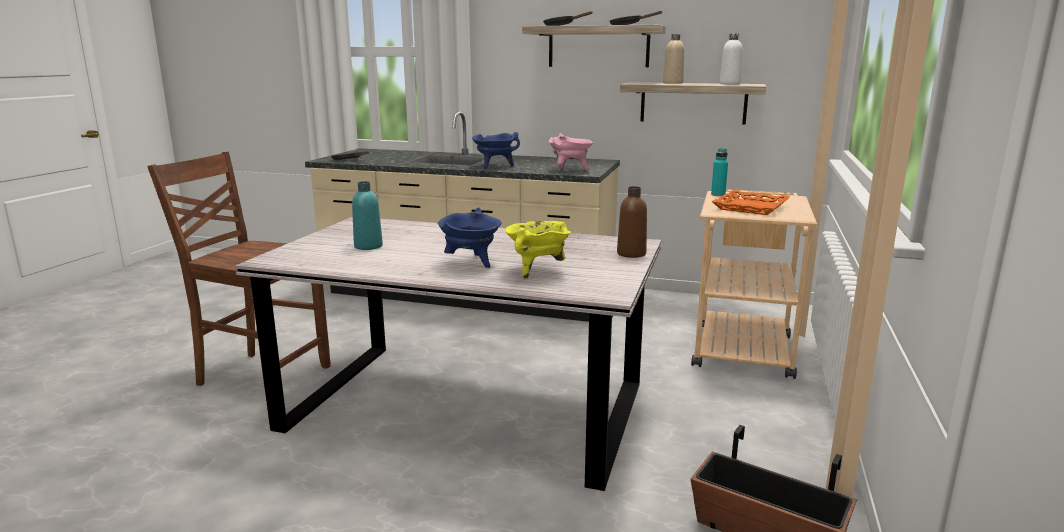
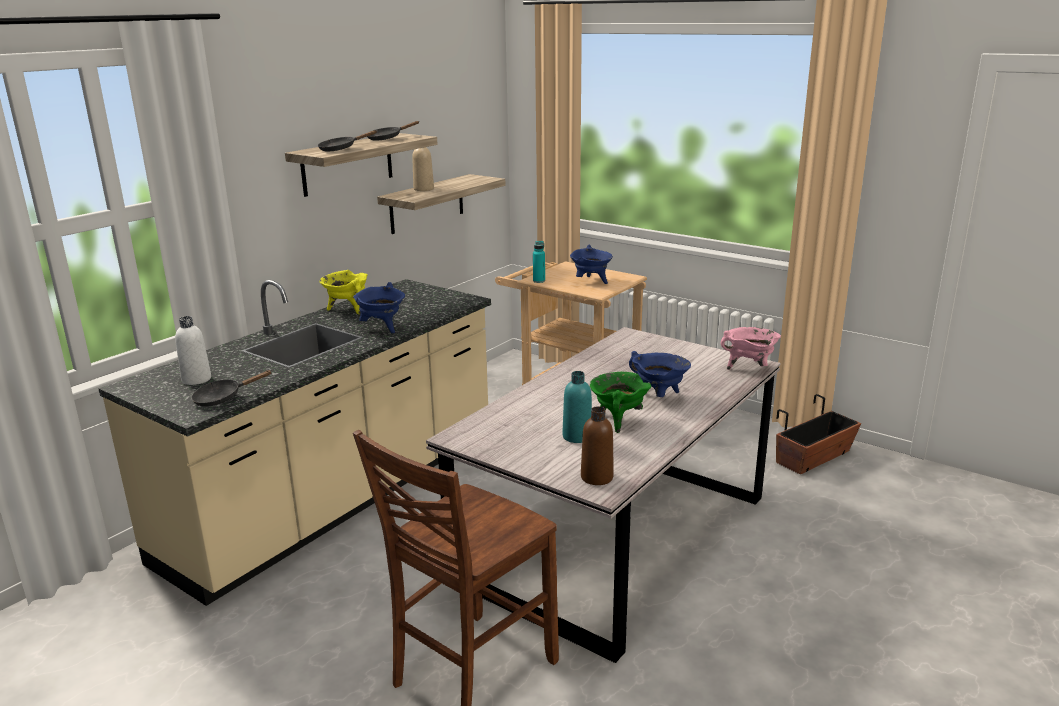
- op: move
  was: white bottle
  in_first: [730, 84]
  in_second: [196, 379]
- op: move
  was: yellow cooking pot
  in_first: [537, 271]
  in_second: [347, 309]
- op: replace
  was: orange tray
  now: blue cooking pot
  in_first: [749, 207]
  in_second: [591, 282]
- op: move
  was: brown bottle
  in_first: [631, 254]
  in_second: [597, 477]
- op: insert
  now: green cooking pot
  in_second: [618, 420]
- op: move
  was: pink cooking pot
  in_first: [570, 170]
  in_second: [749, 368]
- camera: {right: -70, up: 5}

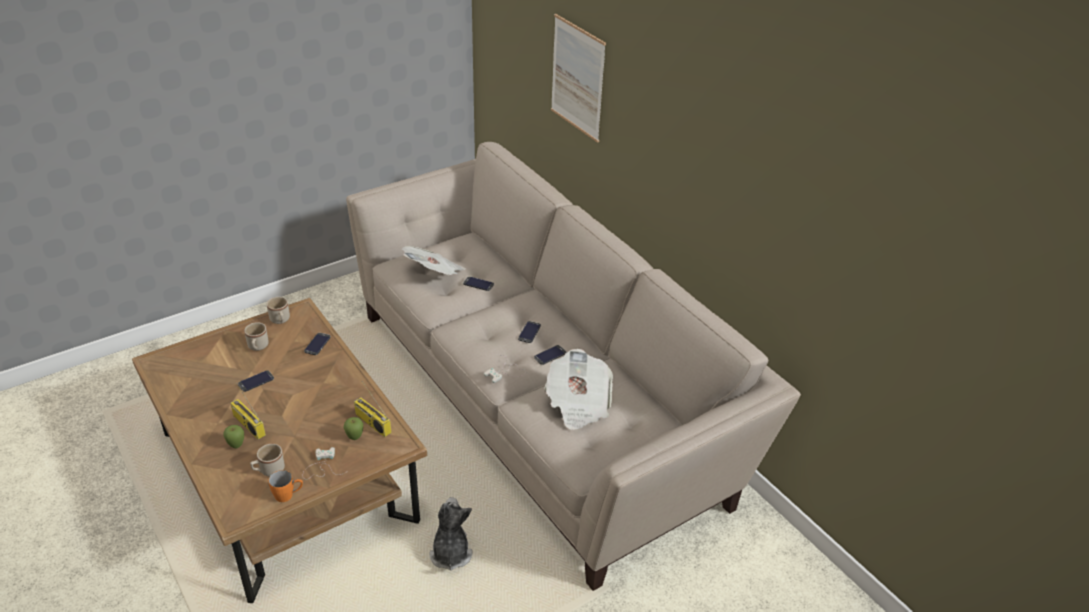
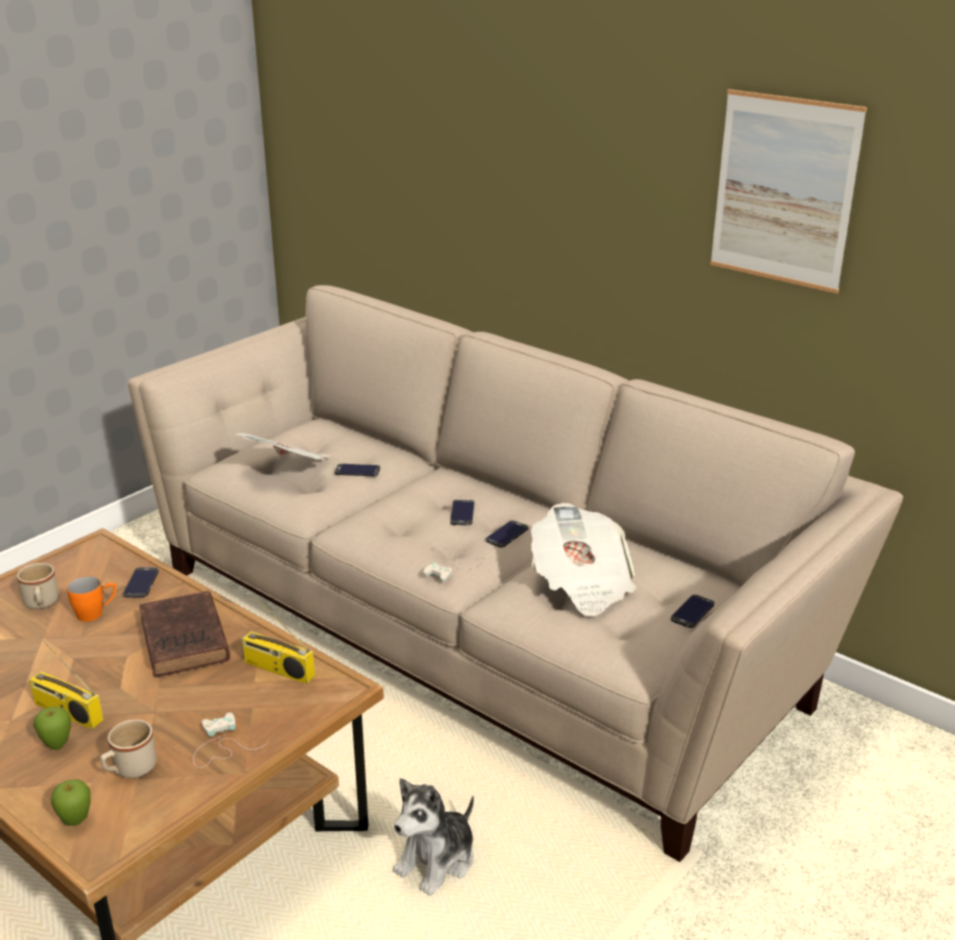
- op: move
  was: apple
  in_first: [355, 438]
  in_second: [76, 822]
- op: move
  was: orange mug
  in_first: [288, 495]
  in_second: [96, 613]
- op: insert
  now: brown book
  in_second: [185, 641]
- op: rotate
  was: plush toy
  in_first: [450, 553]
  in_second: [437, 861]
  clockwise: -120
- op: move
  was: phone
  in_first: [256, 381]
  in_second: [692, 611]
- op: move
  was: picture
  in_first: [577, 78]
  in_second: [783, 191]
- op: delete
  was: beige mug
  in_first: [280, 320]
- camera: {right: -15, up: -10}

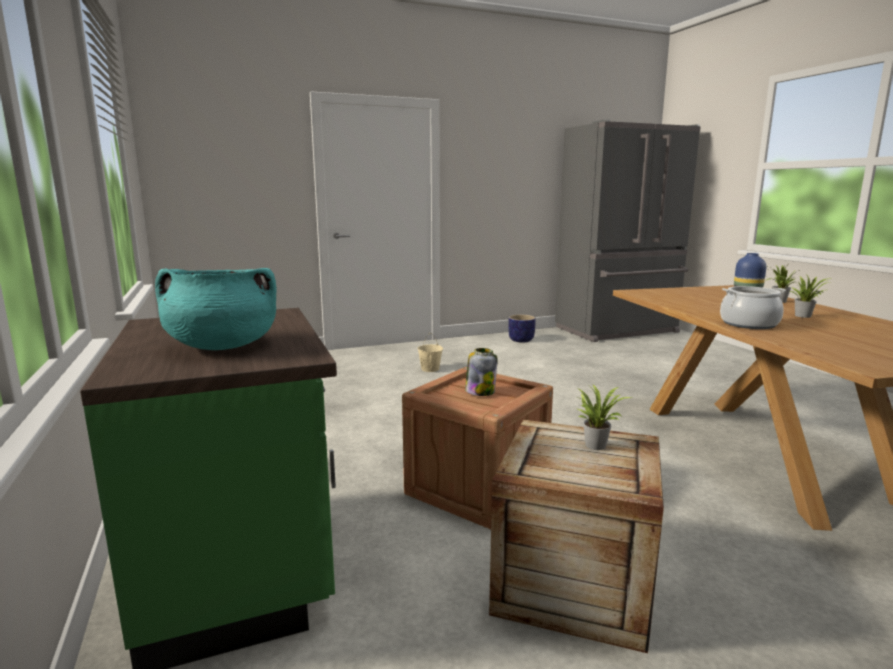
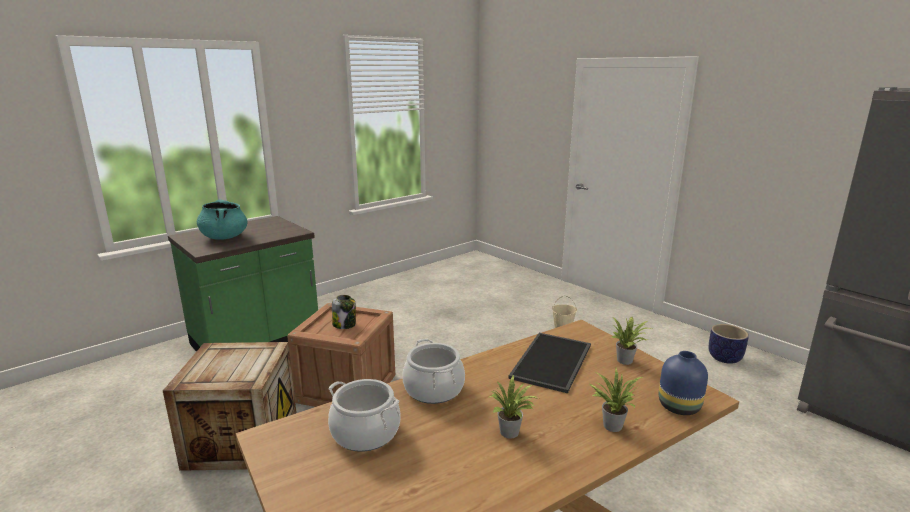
- op: insert
  now: cooking pot
  in_second: [365, 433]
- op: insert
  now: tray
  in_second: [553, 362]
- op: move
  was: potted plant
  in_first: [595, 444]
  in_second: [626, 360]
- camera: {right: 70, up: 5}

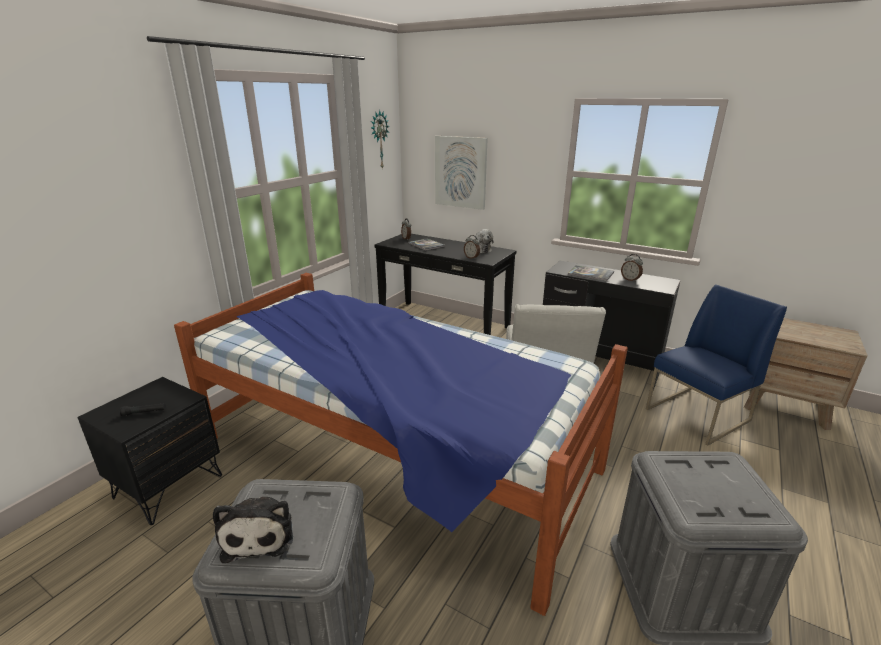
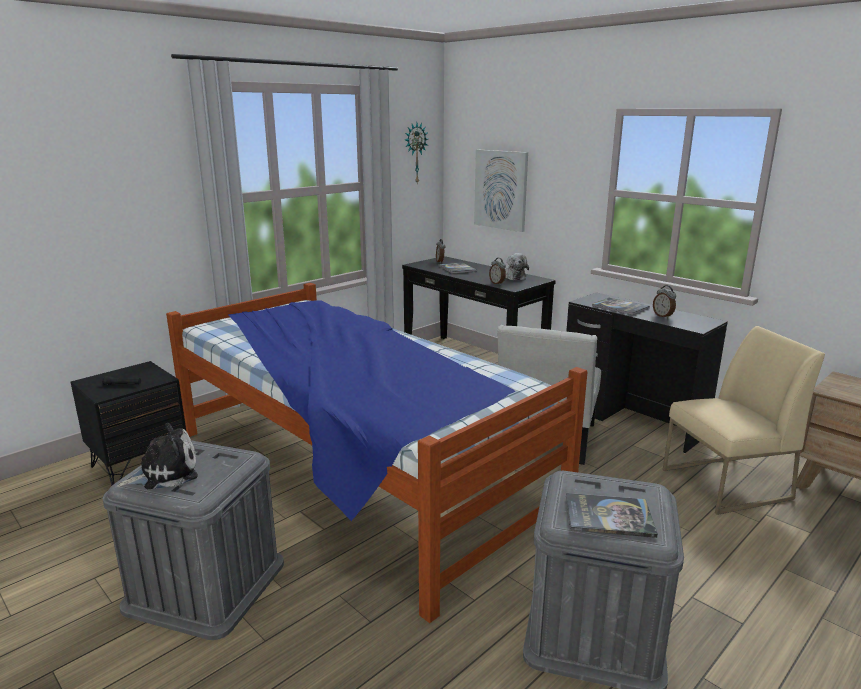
- op: rotate
  was: plush toy
  in_first: [259, 533]
  in_second: [165, 473]
  clockwise: -120
- op: insert
  now: book
  in_second: [609, 516]
- op: recolor
  was: blue chair
  now: beige chair
  in_first: [697, 415]
  in_second: [725, 484]
- camera: {right: 15, up: -5}

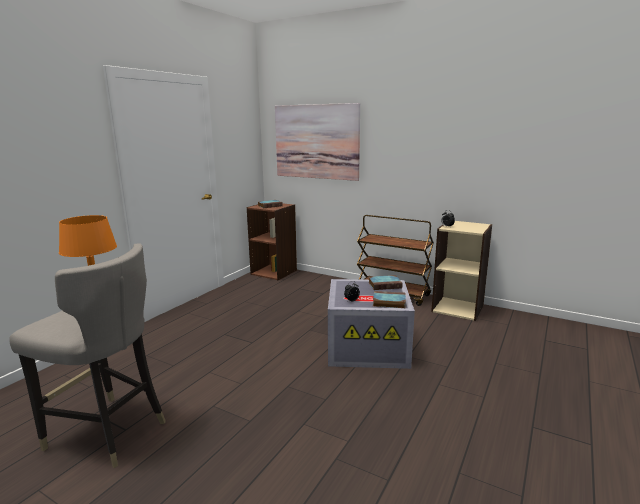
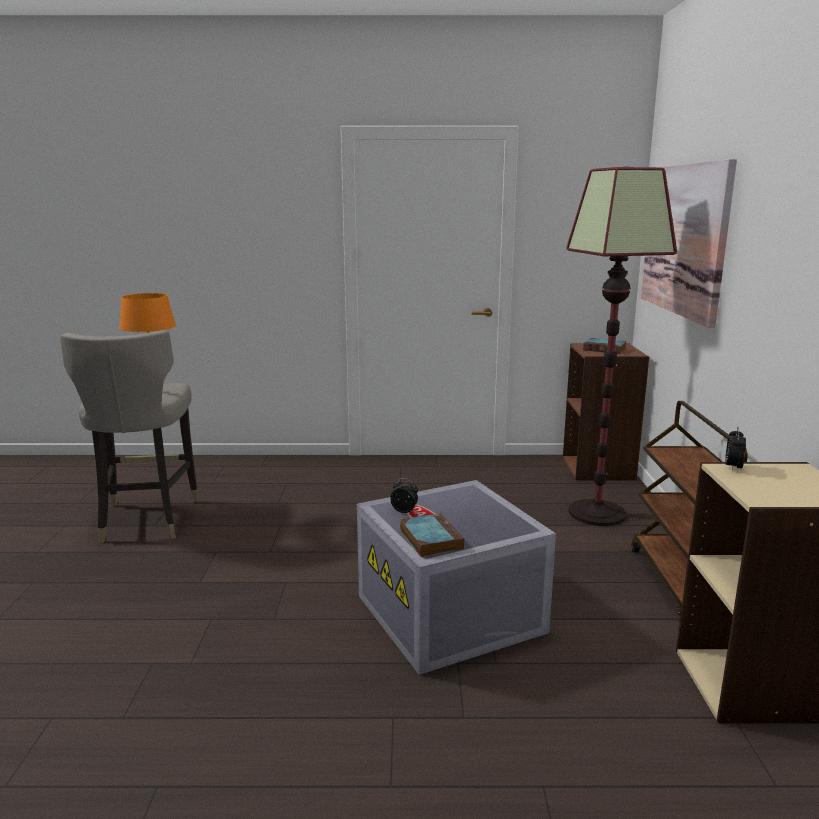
- op: insert
  now: floor lamp
  in_second: [597, 513]
- op: delete
  was: book
  in_first: [385, 285]
- camera: {right: 60, up: 0}

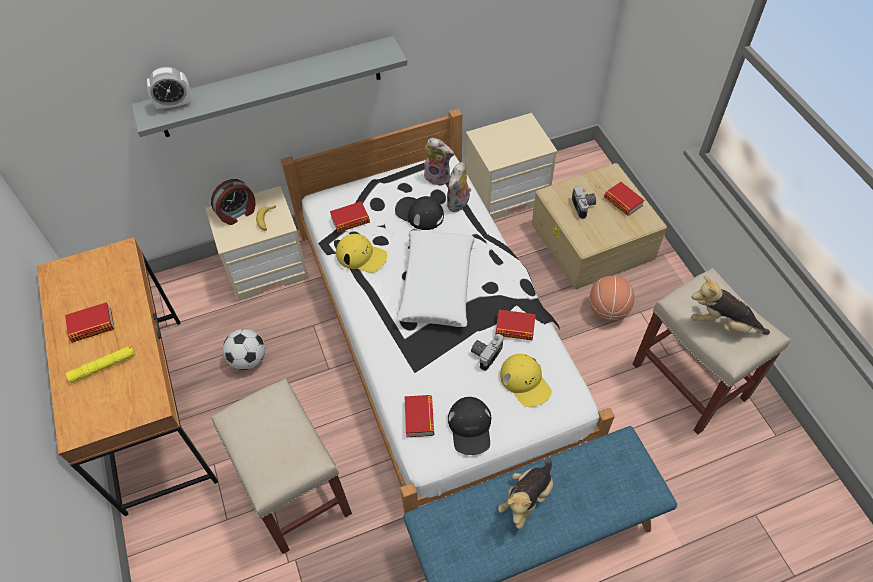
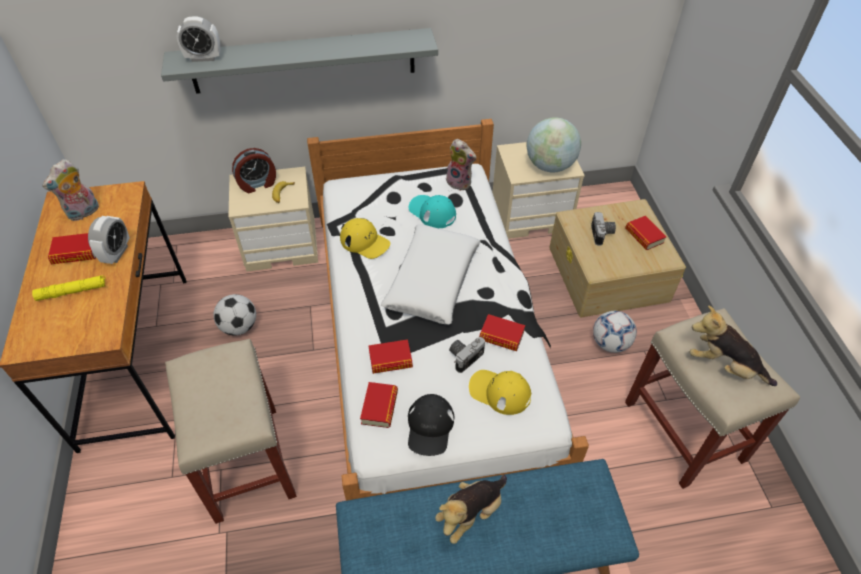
- op: move
  was: plush toy
  in_first: [459, 204]
  in_second: [83, 213]
- op: insert
  now: alarm clock
  in_second: [117, 253]
- op: move
  was: book
  in_first: [350, 220]
  in_second: [390, 360]
- op: recolor
  was: black cap
  now: turquoise cap
  in_first: [419, 213]
  in_second: [432, 212]
- op: rotate
  was: yellow cap
  in_first: [525, 382]
  in_second: [499, 392]
  clockwise: 135
- op: insert
  now: globe
  in_second: [550, 166]
- op: replace
  was: basketball
  now: football
  in_first: [608, 310]
  in_second: [610, 343]
- camera: {right: 10, up: -5}

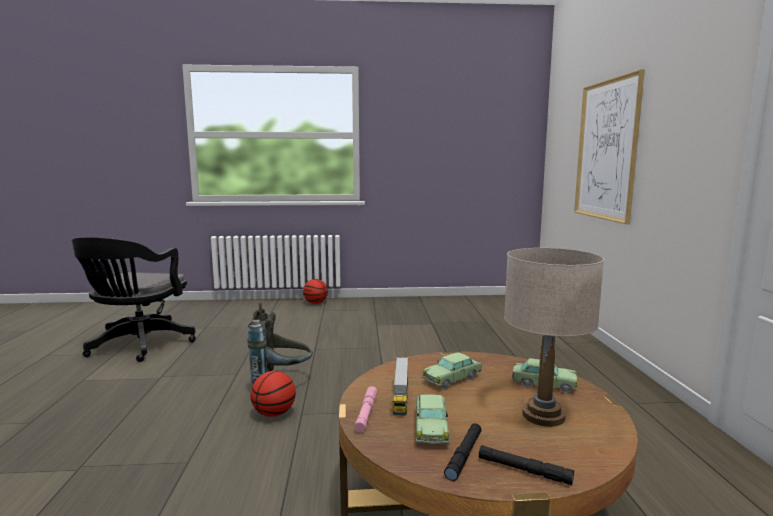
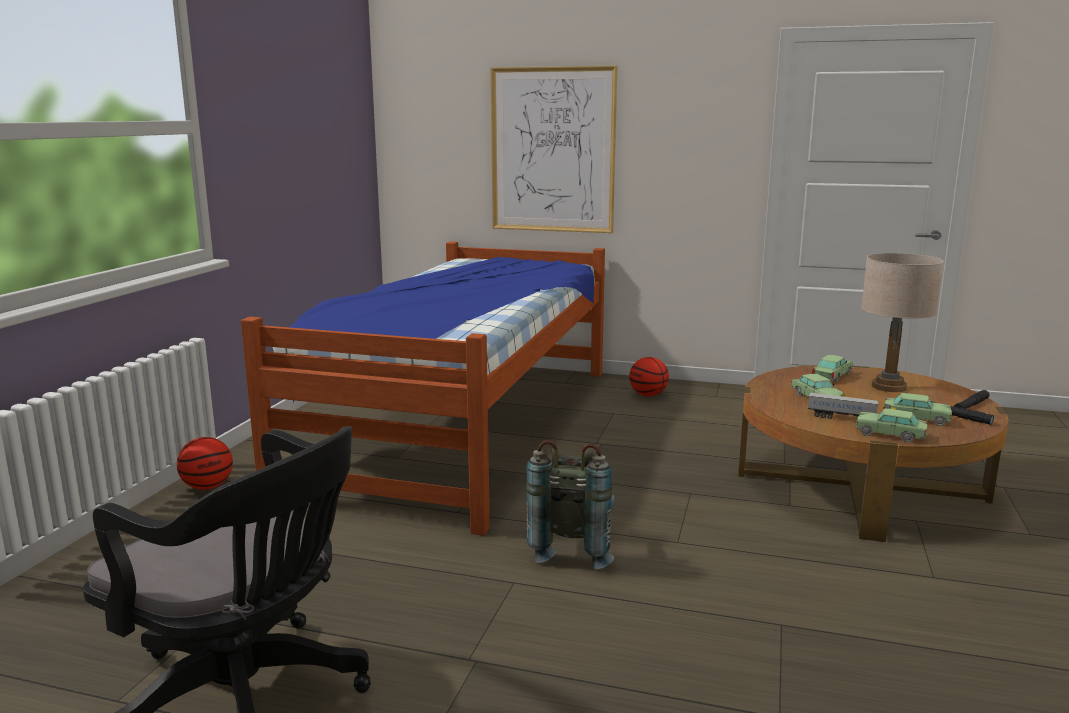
- op: insert
  now: bed
  in_second: [462, 425]
- op: move
  was: basketball
  in_first: [274, 413]
  in_second: [648, 395]
- op: replace
  was: pink flashlight
  now: toy car
  in_first: [366, 413]
  in_second: [890, 435]
- camera: {right: -70, up: 5}

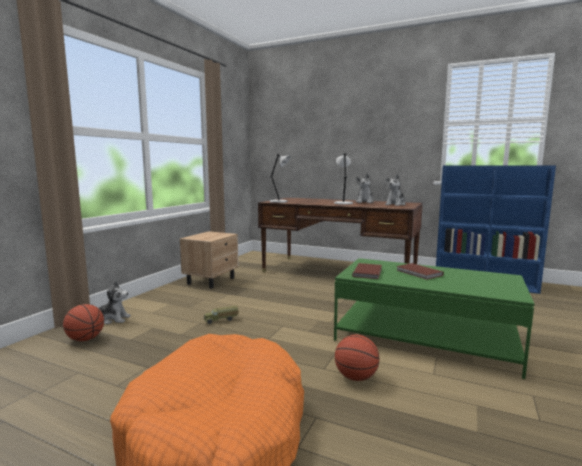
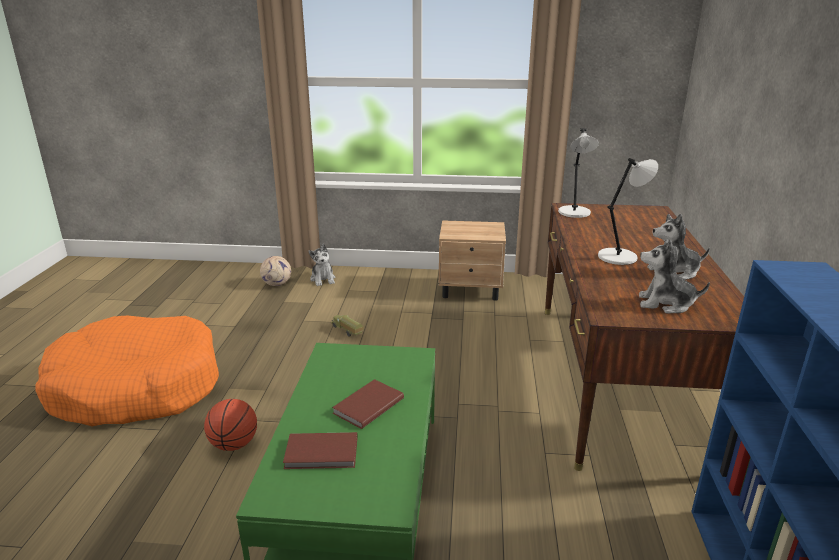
- op: replace
  was: basketball
  now: football
  in_first: [85, 339]
  in_second: [277, 284]
- op: move
  was: brown book
  in_first: [368, 272]
  in_second: [322, 454]
- camera: {right: 70, up: 15}

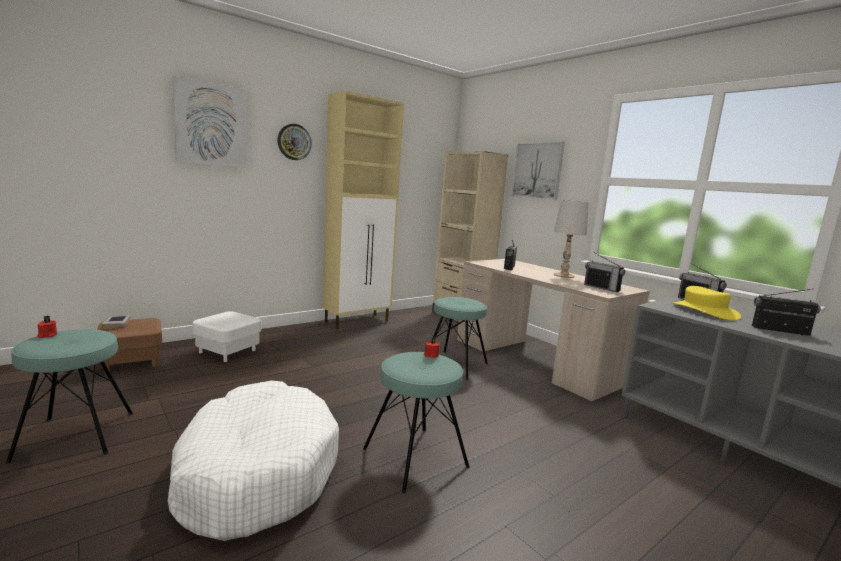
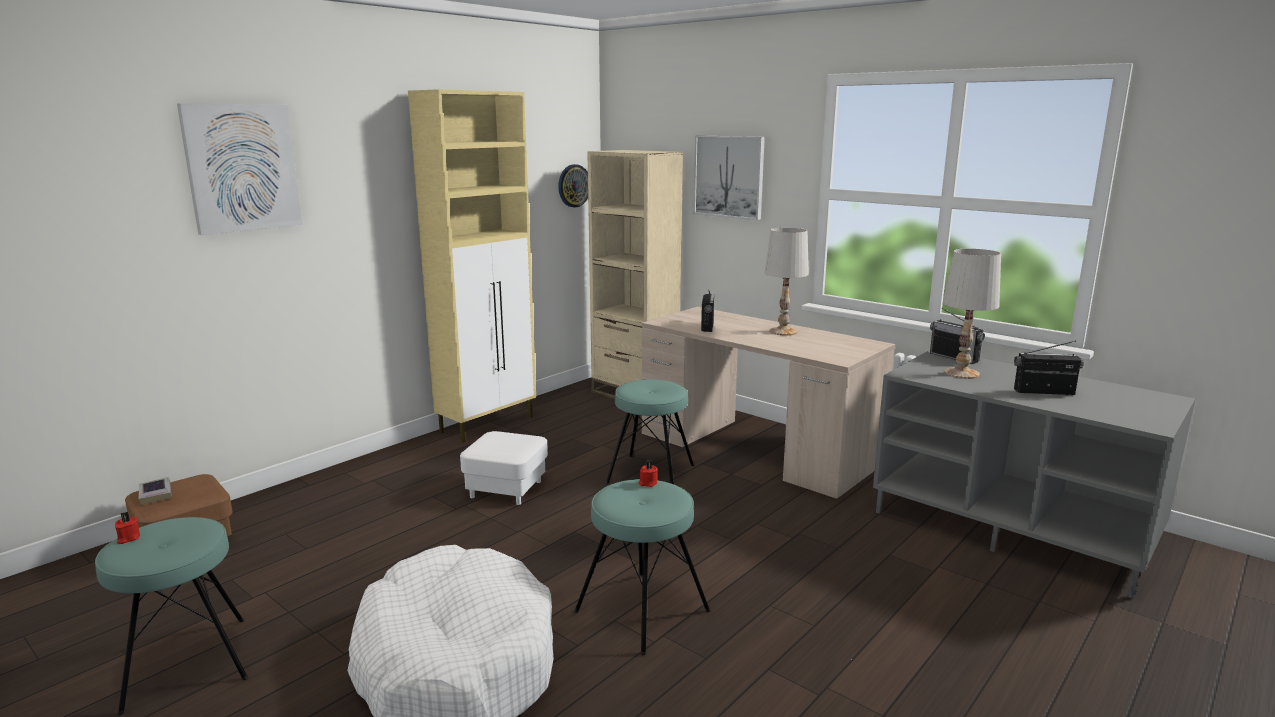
- op: move
  was: white ottoman
  in_first: [228, 351]
  in_second: [506, 489]
- op: move
  was: wall clock
  in_first: [294, 142]
  in_second: [573, 185]
- op: replace
  was: yellow hat
  now: white table lamp
  in_first: [704, 311]
  in_second: [961, 373]
- op: delete
  was: radio
  in_first: [601, 288]
- camera: {right: -10, up: 5}

